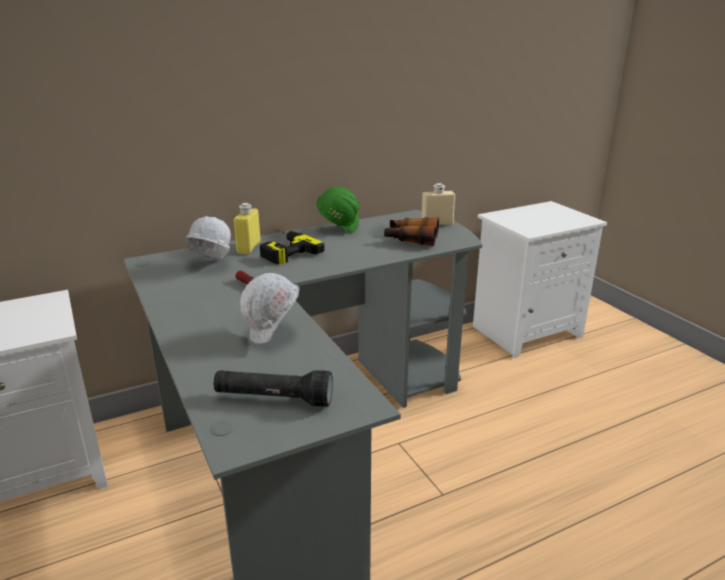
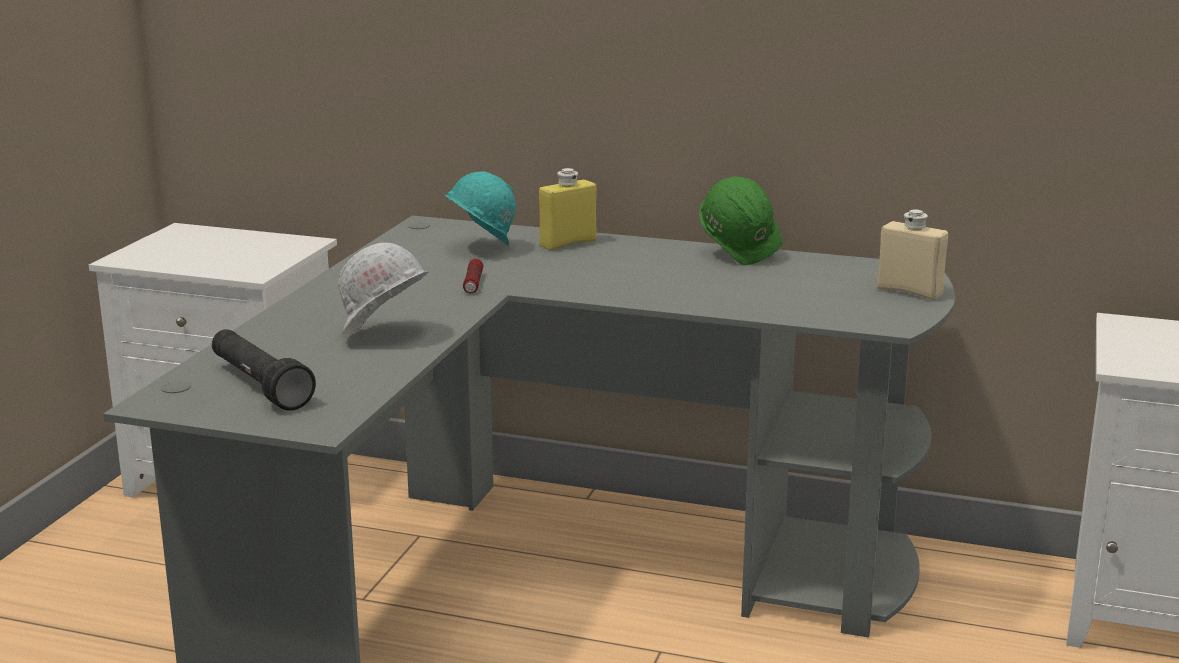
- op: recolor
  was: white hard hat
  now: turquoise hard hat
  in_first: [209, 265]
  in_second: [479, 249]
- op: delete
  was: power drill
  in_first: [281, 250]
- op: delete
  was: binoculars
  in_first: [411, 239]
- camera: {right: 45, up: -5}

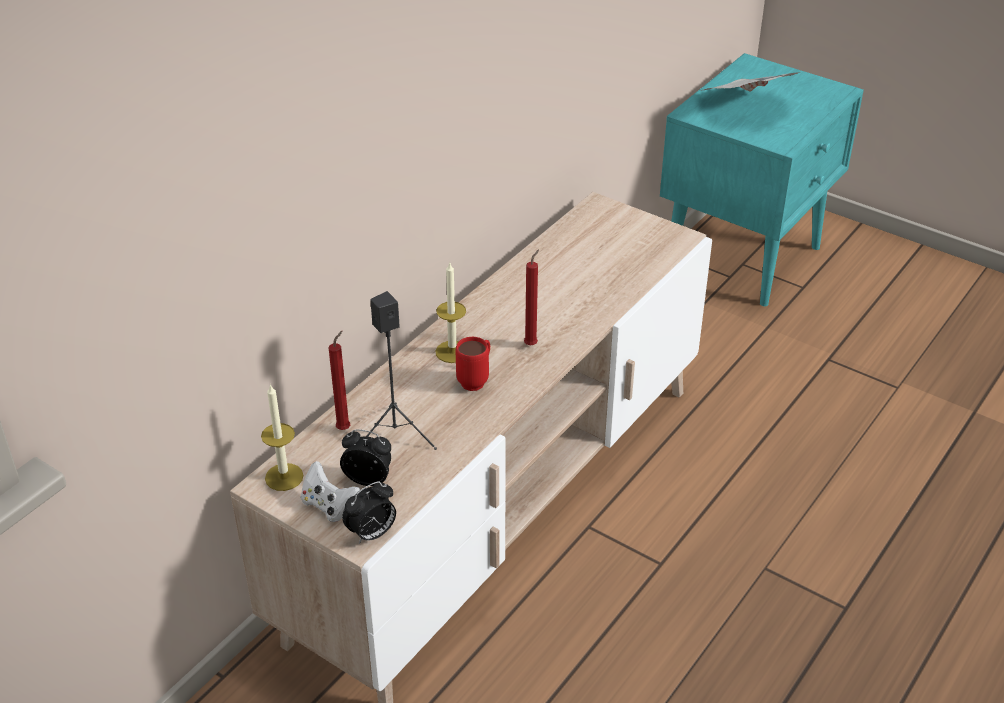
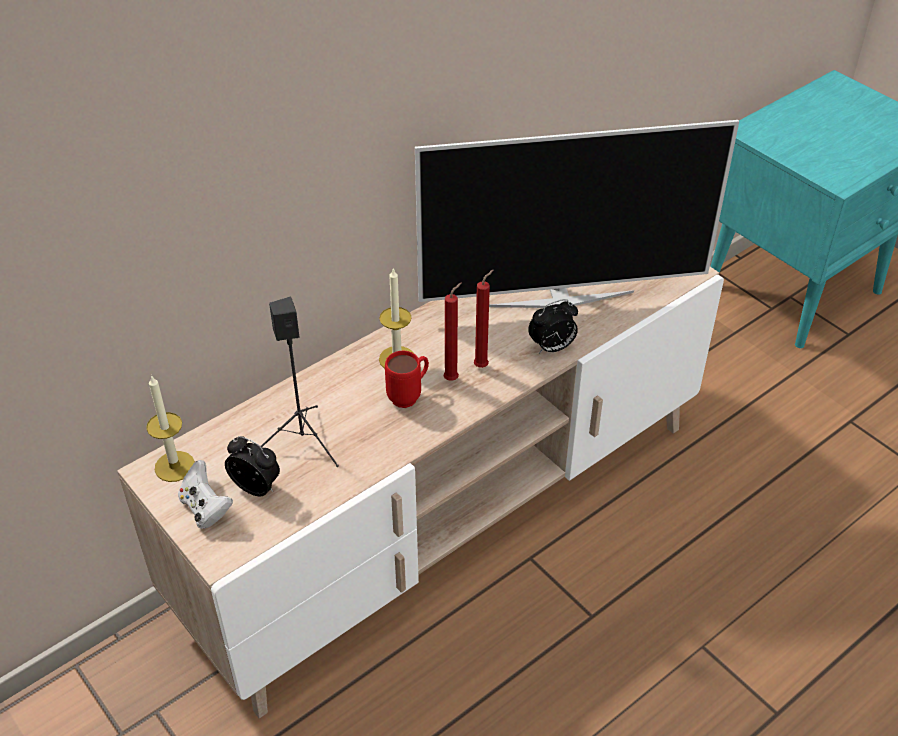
- op: insert
  now: television
  in_second: [560, 297]
- op: move
  was: red candle
  in_first: [345, 428]
  in_second: [453, 378]
- op: move
  was: alarm clock
  in_first: [372, 534]
  in_second: [552, 348]
- op: delete
  was: newspaper
  in_first: [744, 105]
- camera: {right: 15, up: 5}

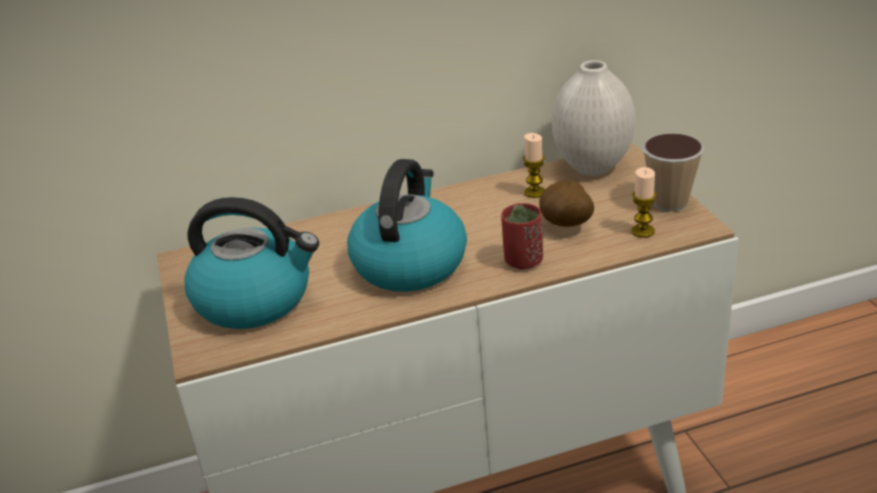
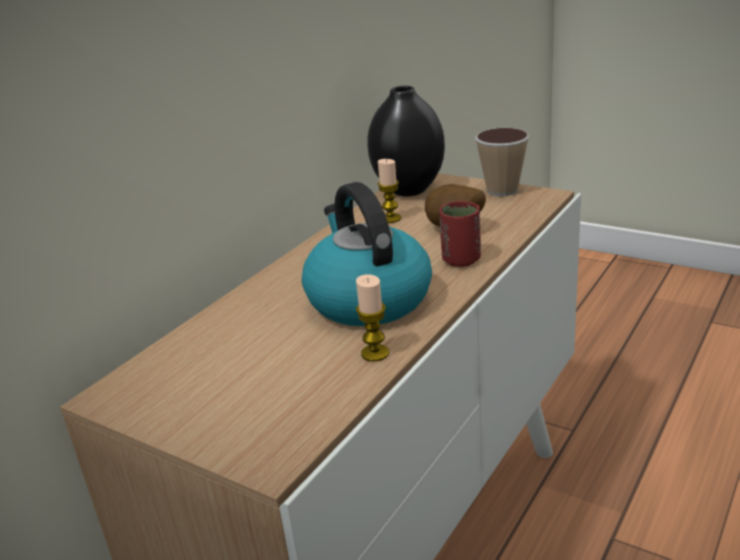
- op: move
  was: candle
  in_first: [643, 231]
  in_second: [375, 353]
- op: recolor
  was: white vase
  now: black vase
  in_first: [593, 168]
  in_second: [409, 190]
- op: delete
  was: kettle
  in_first: [255, 299]
- camera: {right: -40, up: -5}

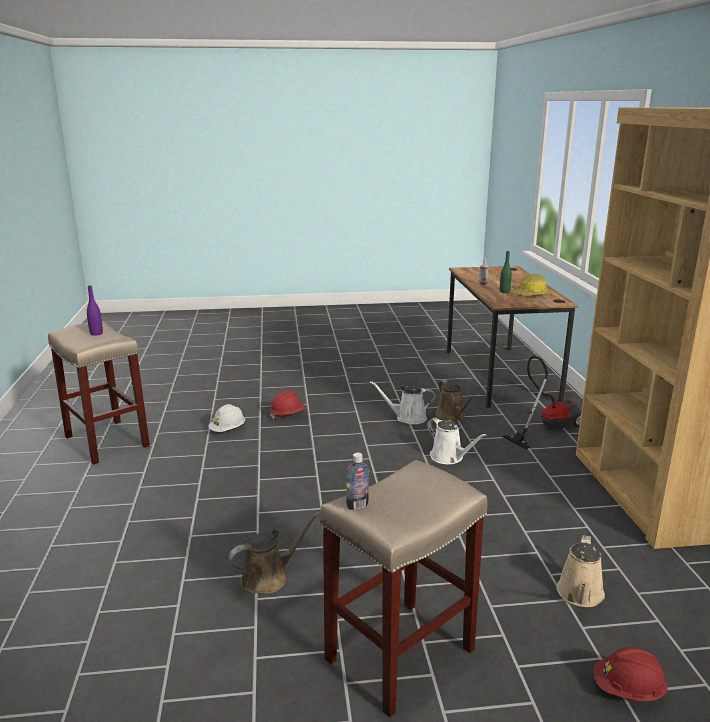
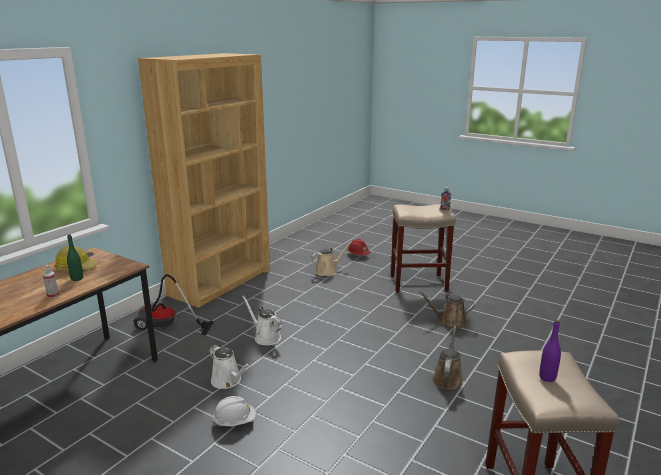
- op: move
  was: white hard hat
  in_first: [228, 430]
  in_second: [235, 422]
- op: rotate
  was: white watering can
  in_first: [449, 457]
  in_second: [265, 337]
  clockwise: -45
- op: move
  was: brown watering can
  in_first: [452, 416]
  in_second: [447, 378]
- op: delete
  was: red hard hat
  in_first: [287, 415]
- camera: {right: -140, up: 0}

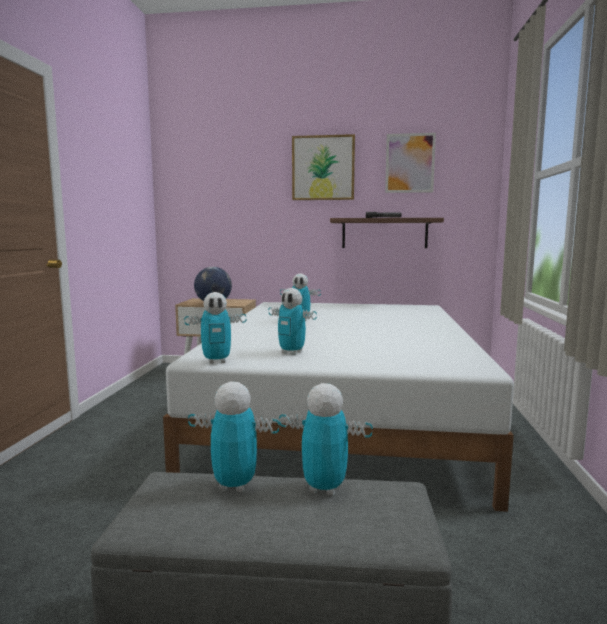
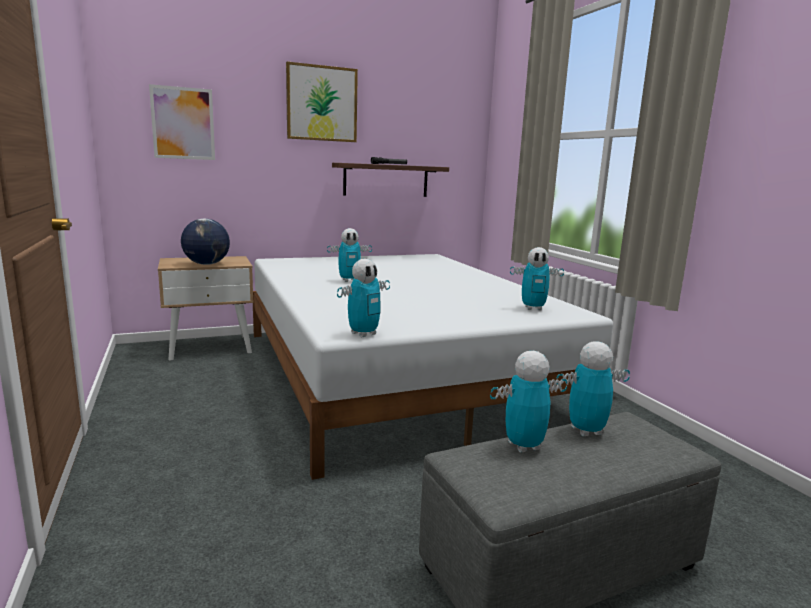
- op: move
  was: picture
  in_first: [410, 163]
  in_second: [183, 123]
- op: move
  was: toy robot
  in_first: [291, 352]
  in_second: [533, 308]
- camera: {right: -30, up: 5}

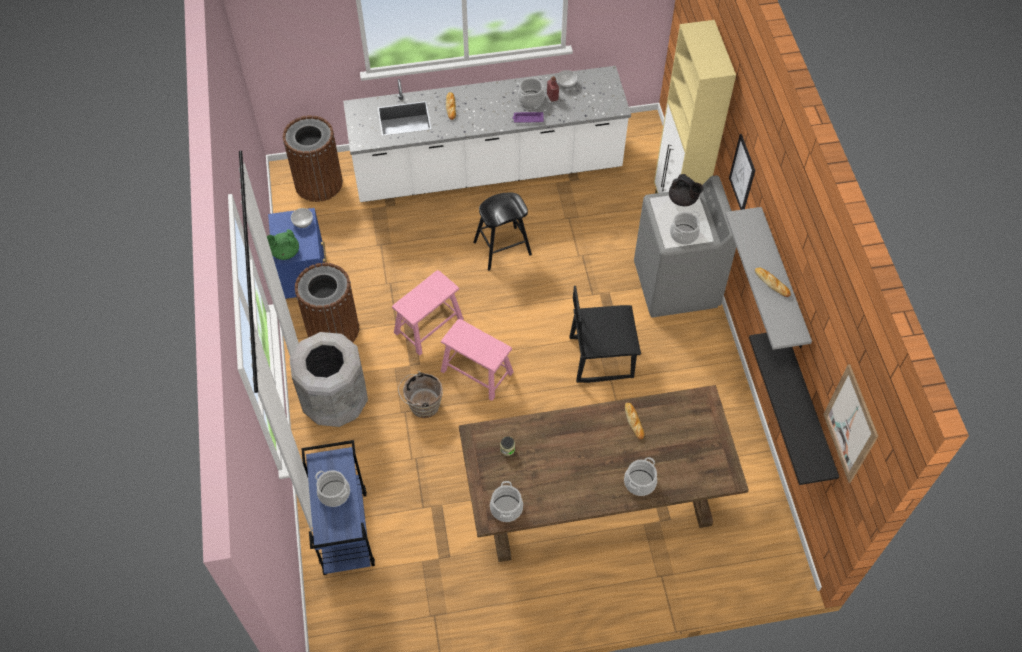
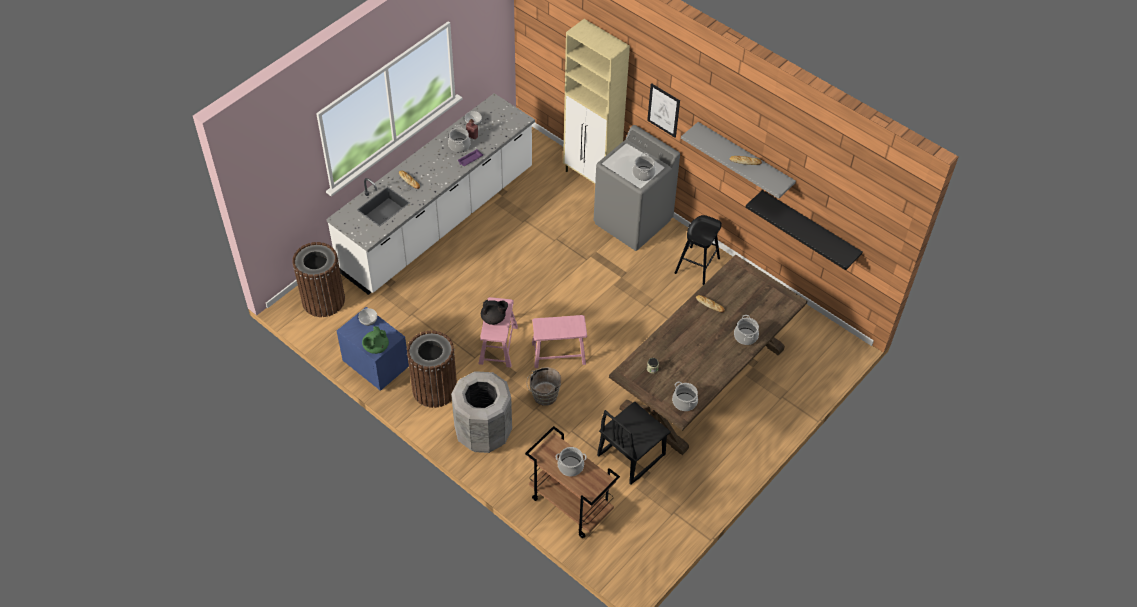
- op: move
  was: black teapot
  in_first: [683, 200]
  in_second: [494, 318]
- op: recolor
  was: blue cart
  now: brown cart
  in_first: [344, 531]
  in_second: [569, 505]
- op: move
  was: black chair
  in_first: [601, 357]
  in_second: [630, 455]
- op: move
  was: black stool
  in_first: [502, 248]
  in_second: [697, 265]
- op: delete
  was: picture
  in_first: [850, 424]
- camera: {right: -40, up: -5}

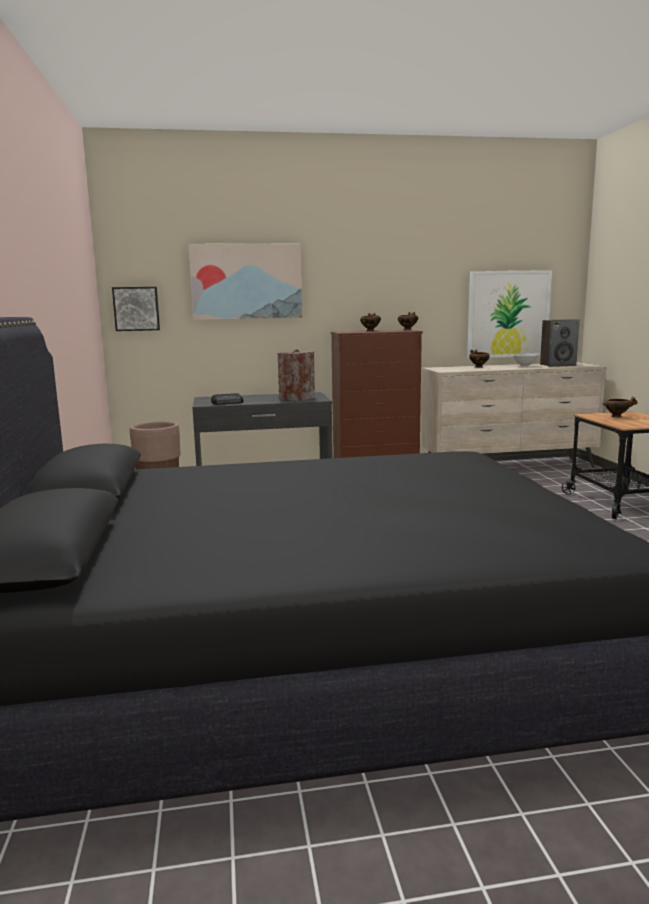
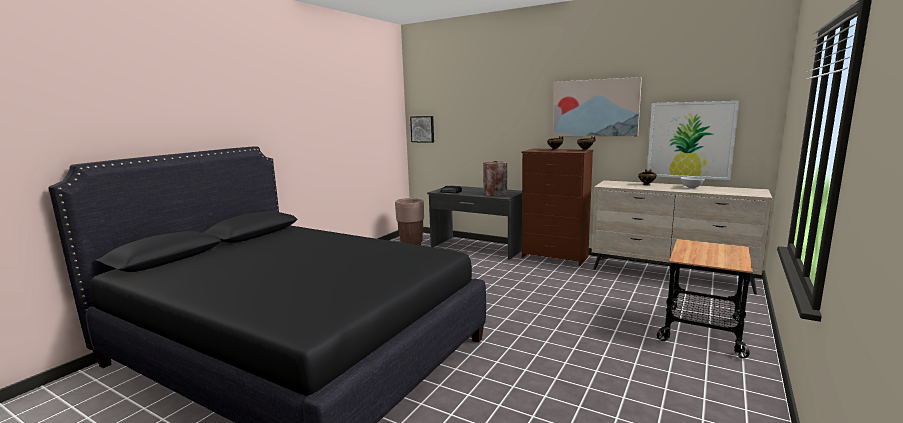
- op: move
  was: picture
  in_first: [246, 281]
  in_second: [595, 108]
- op: delete
  was: speaker
  in_first: [557, 365]
- op: delete
  was: bowl
  in_first: [617, 416]
- camera: {right: 40, up: 0}

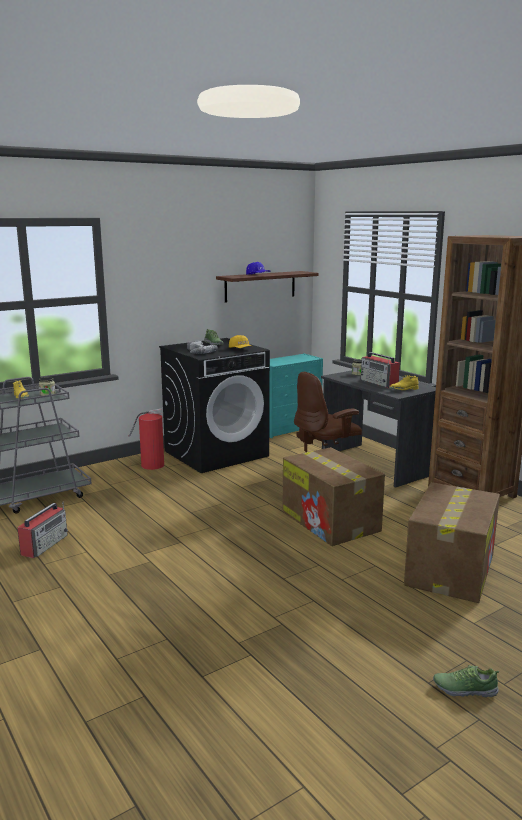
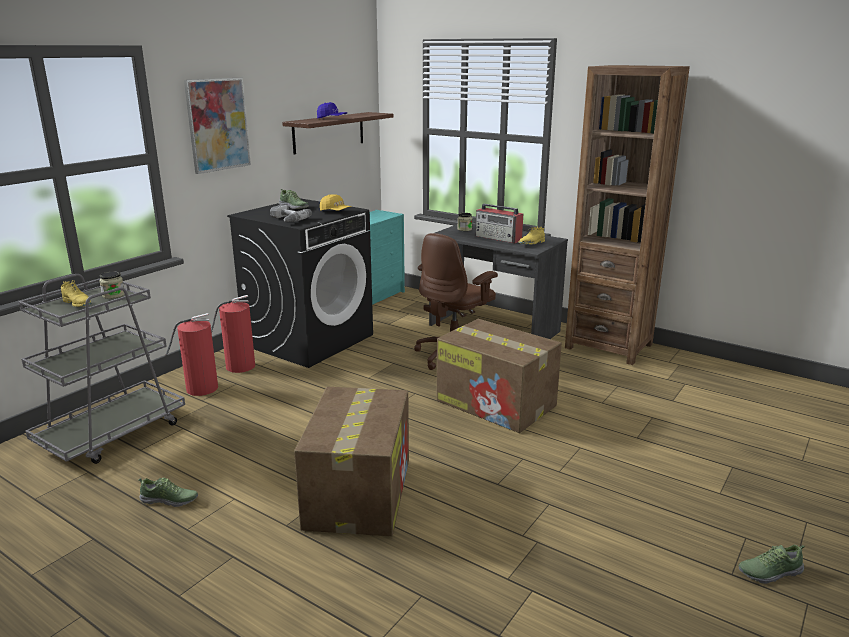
- op: replace
  was: radio
  now: shoe
  in_first: [45, 544]
  in_second: [170, 500]
- op: insert
  now: fire extinguisher
  in_second: [200, 388]
- op: insert
  now: picture
  in_second: [218, 124]
- op: move
  was: cardboard box
  in_first: [450, 568]
  in_second: [359, 492]
- camera: {right: -20, up: 5}

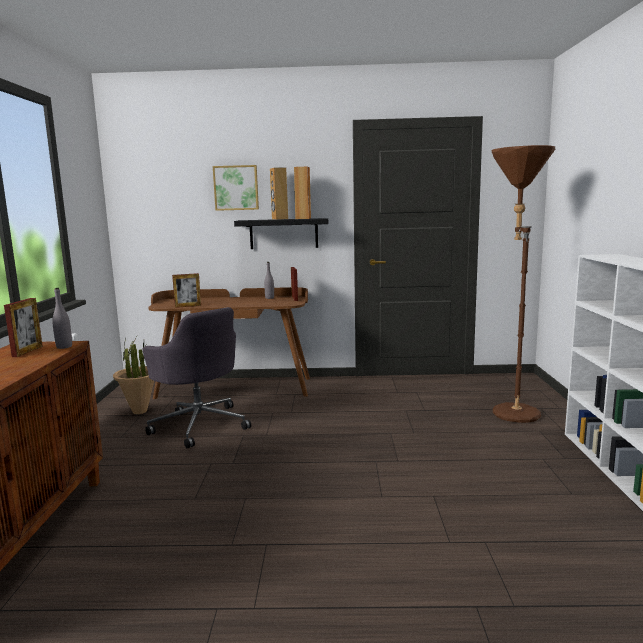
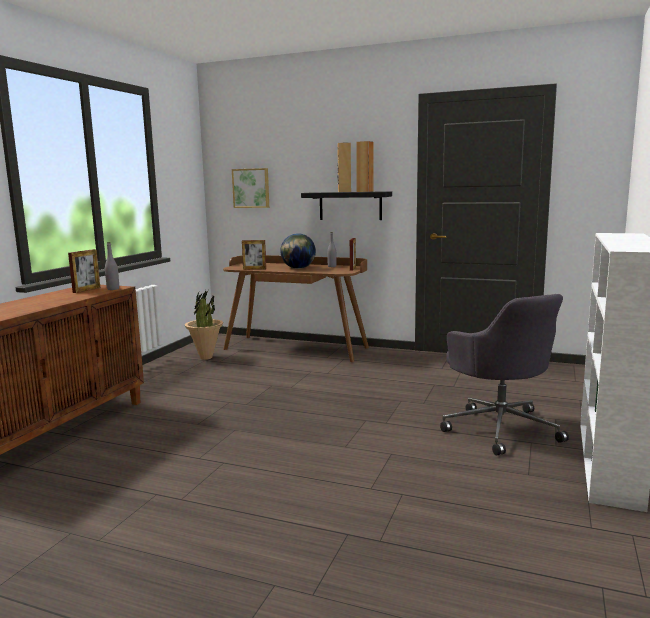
- op: move
  was: picture
  in_first: [236, 188]
  in_second: [251, 188]
- op: insert
  now: globe
  in_second: [298, 268]
- op: move
  was: grey office chair
  in_first: [199, 424]
  in_second: [500, 428]
- op: delete
  was: brown floor lamp
  in_first: [510, 410]
- camera: {right: 20, up: 0}

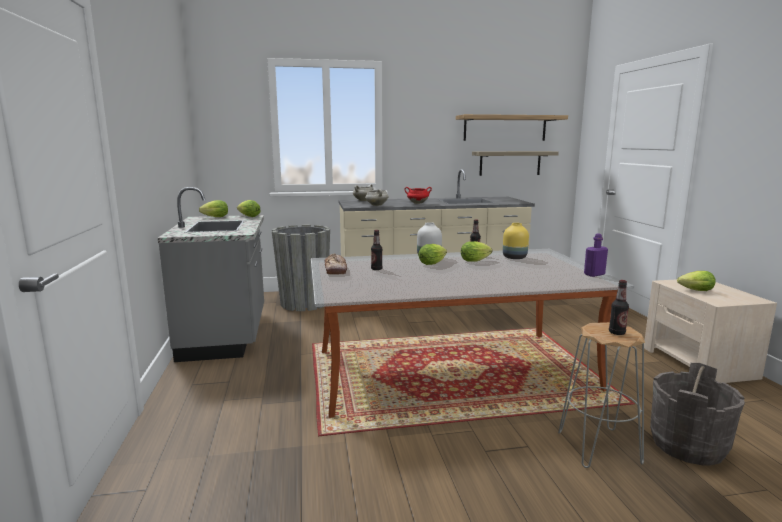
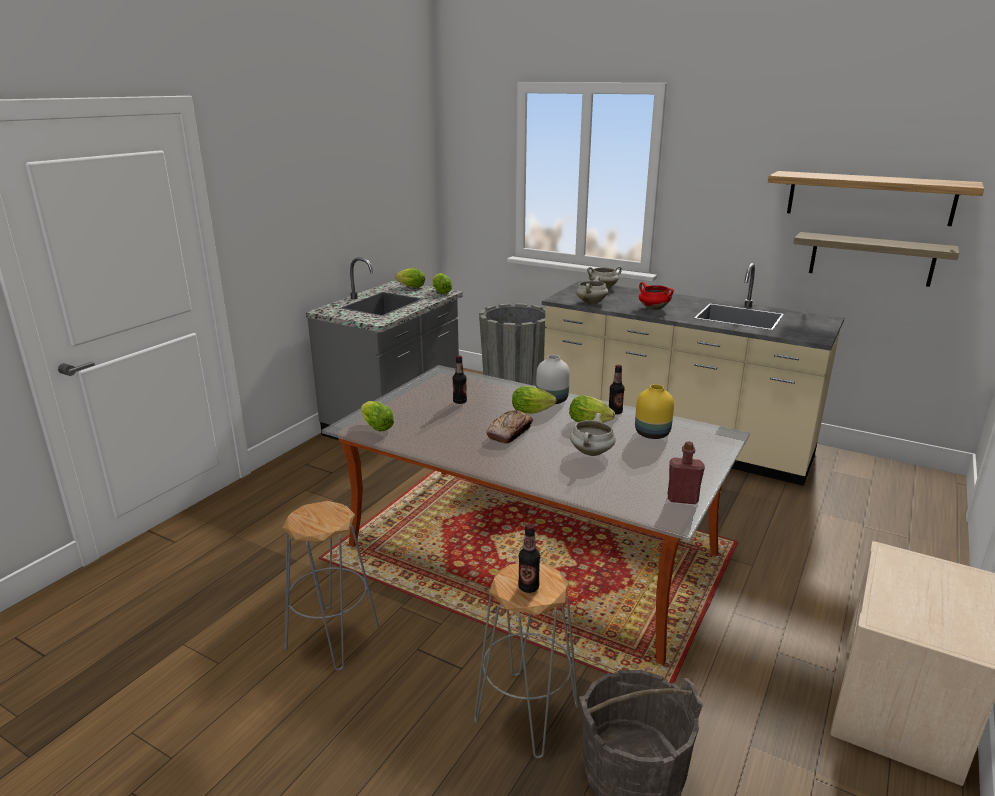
- op: insert
  now: grey stool
  in_second: [332, 637]
- op: move
  was: lettuce
  in_first: [694, 290]
  in_second: [375, 427]
- op: move
  was: bread
  in_first: [335, 270]
  in_second: [510, 432]
- op: insert
  now: white cooking pot
  in_second: [592, 453]
- op: recolor
  was: purple bottle
  now: red bottle
  in_first: [594, 274]
  in_second: [682, 499]
- camera: {right: 40, up: 10}

